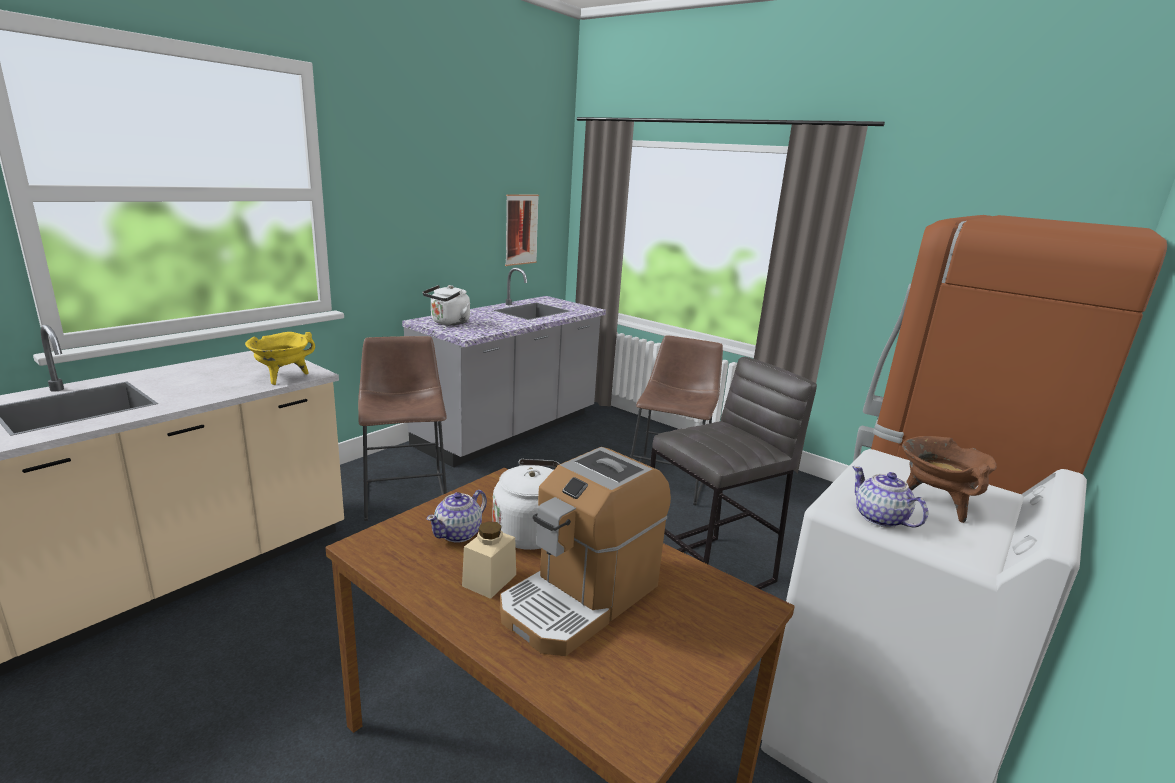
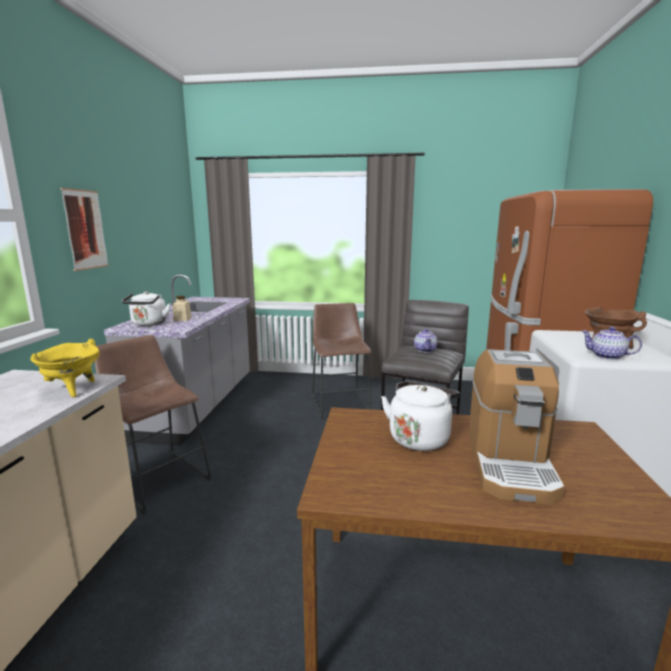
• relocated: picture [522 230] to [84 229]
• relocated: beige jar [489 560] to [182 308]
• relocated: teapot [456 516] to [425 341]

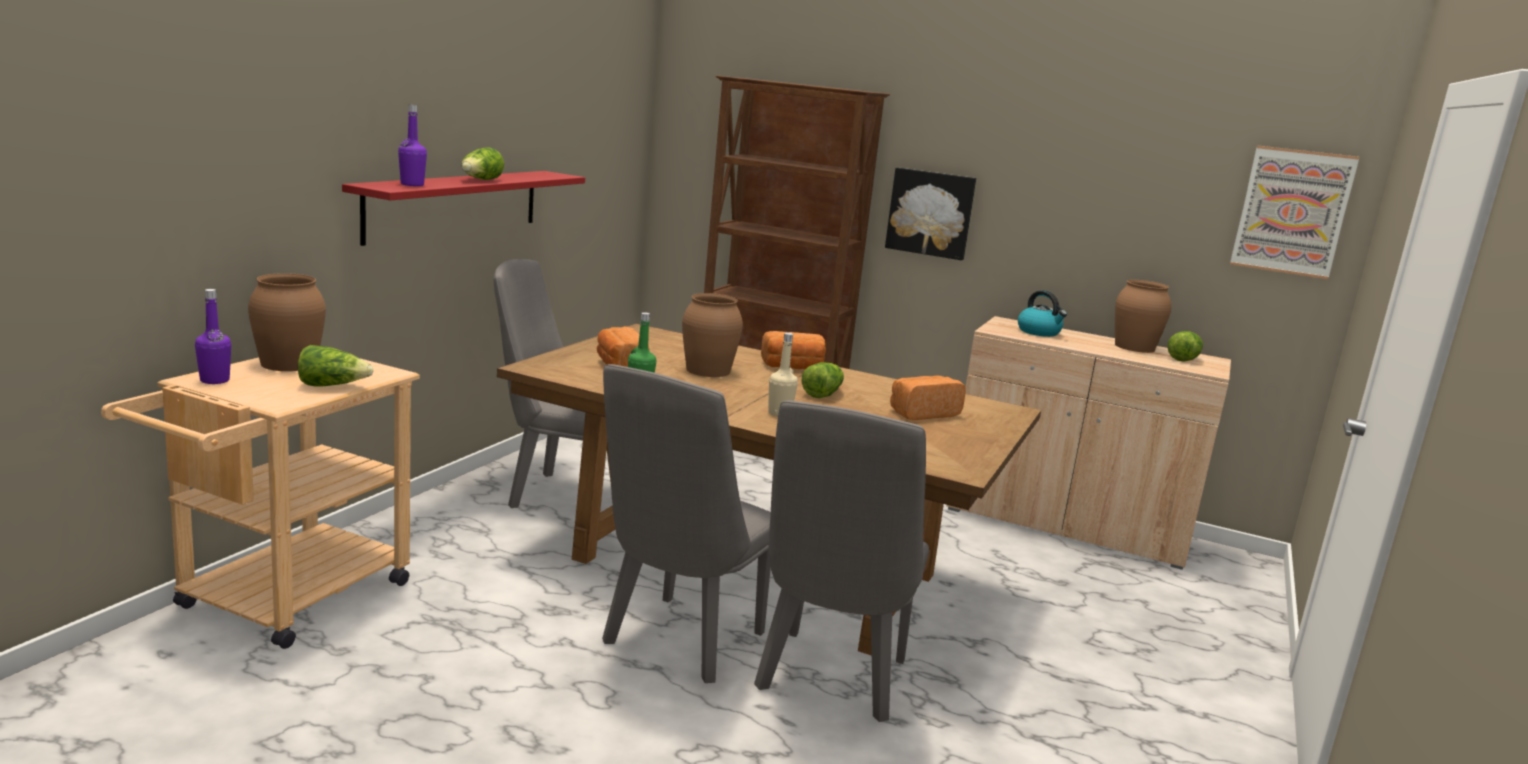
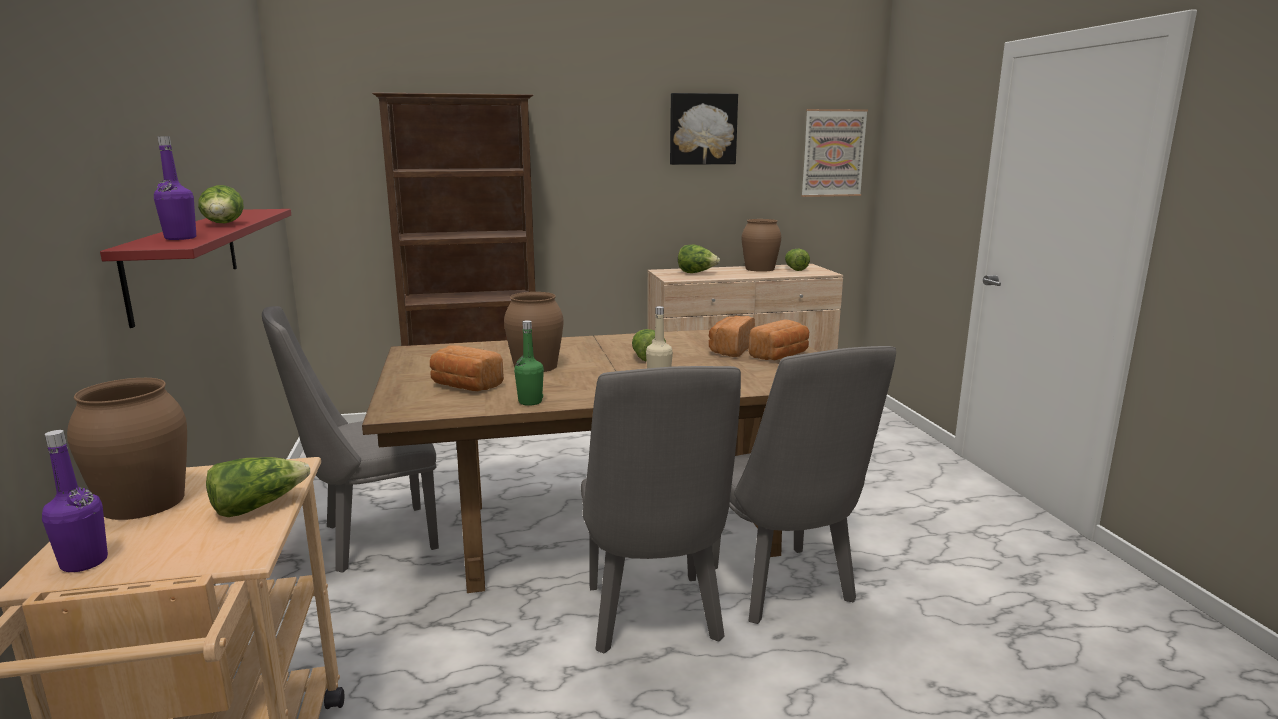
• relocated: picture [930 214] to [704 129]
• exchanged: kettle [1042 313] to lettuce [699 259]
• relocated: bread [793 350] to [779 339]

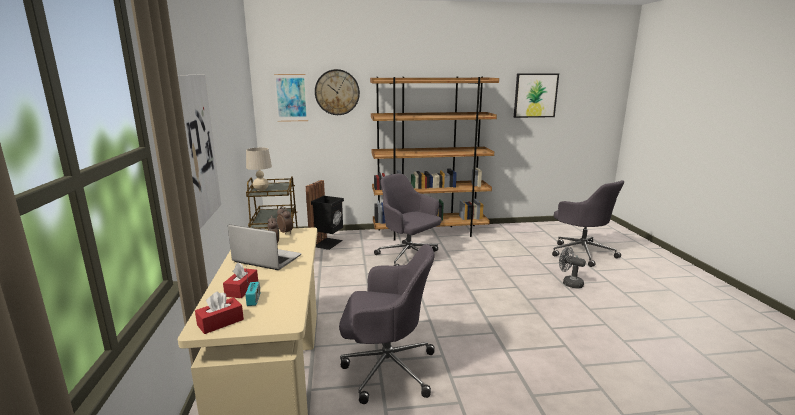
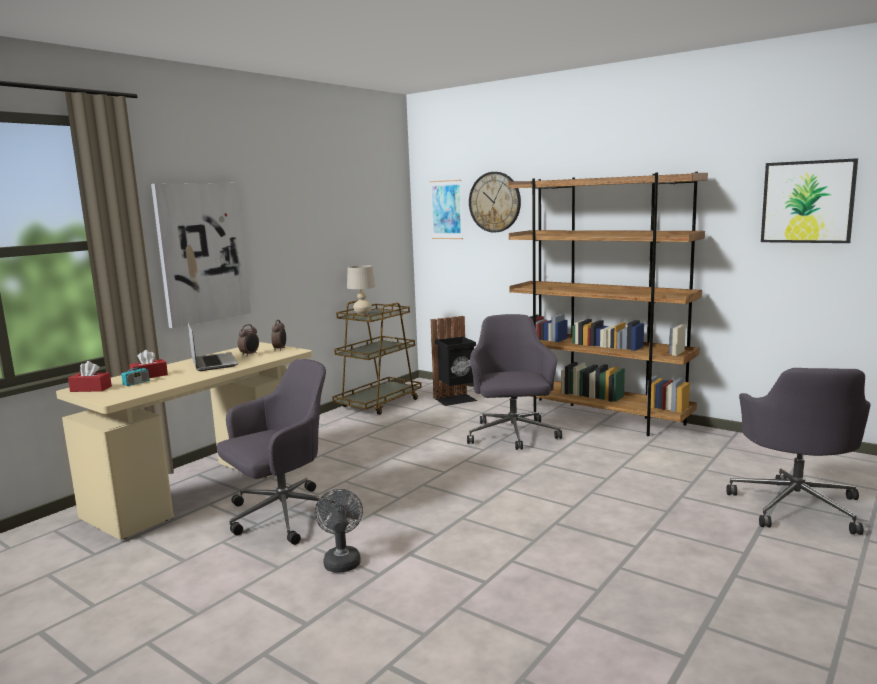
• spun: grey office chair [387 324] = [282 452] 90 degrees counterclockwise
• relocated: grey fan [572 268] to [339 531]

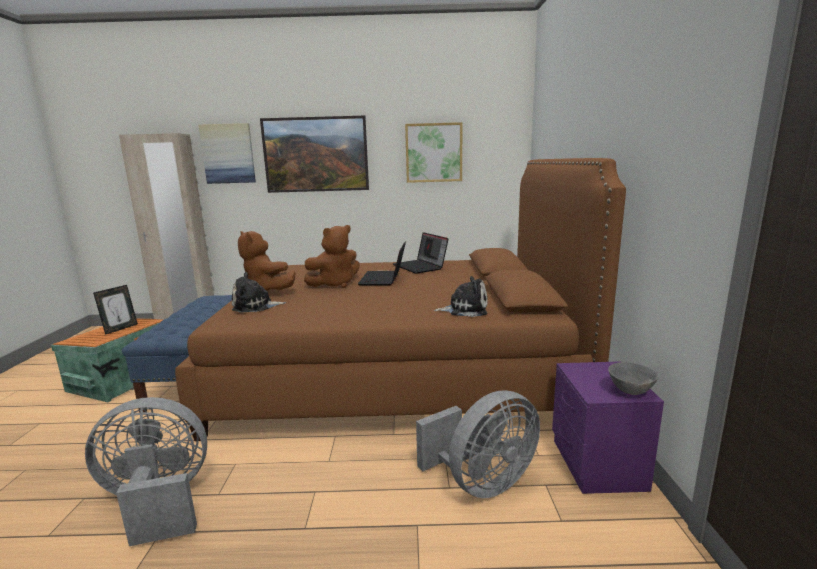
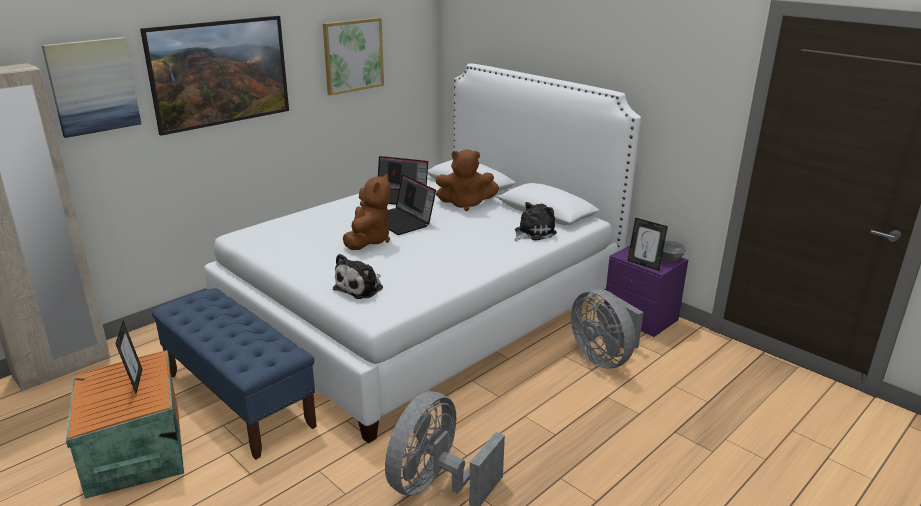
• colour: brown bed [400 299] to white bed [422 253]
• relocated: brown plush toy [266 261] to [467 180]
• spun: grey fan [478 444] = [607 329] 135 degrees clockwise
• appeared: picture frame [647 244]

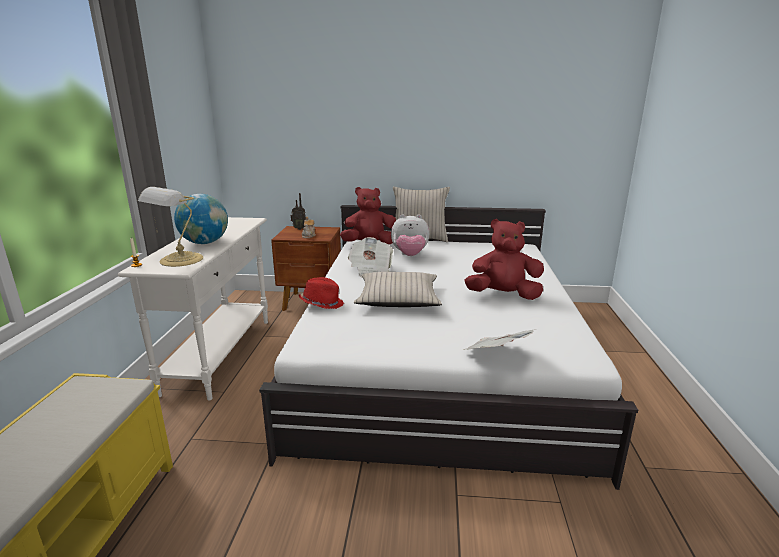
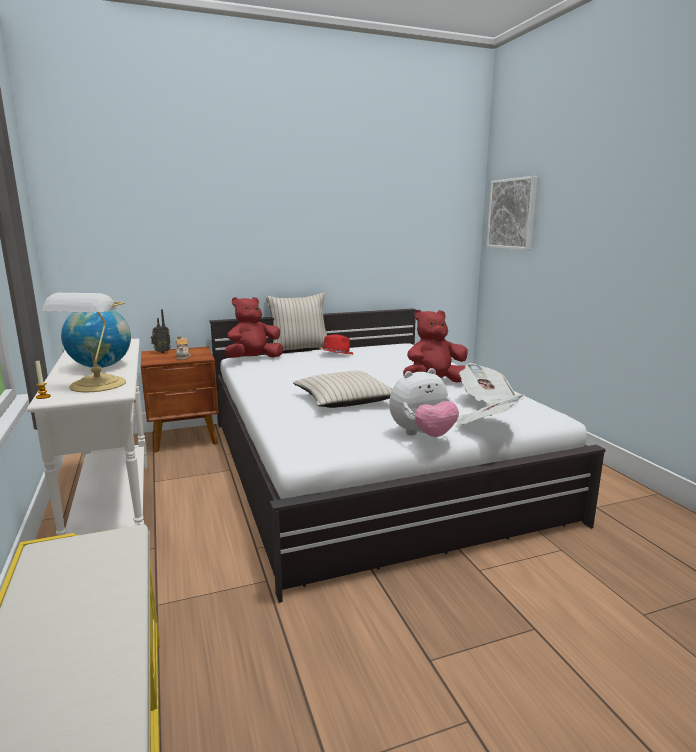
• relocated: red hat [321 293] to [336 344]
• relocated: plush toy [410 235] to [424 402]
• relocated: newspaper [370 257] to [488 388]
• appeared: picture [512 213]

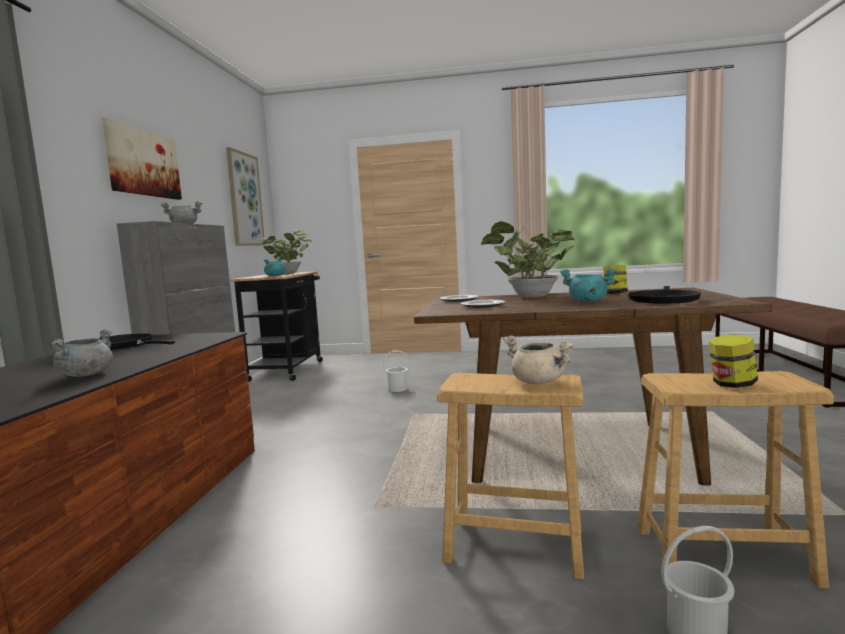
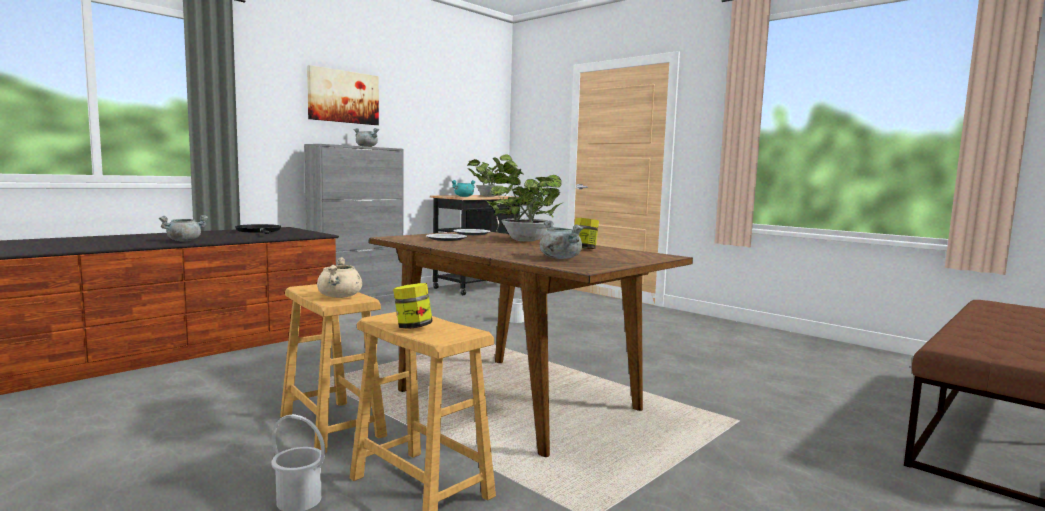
• exchanged: black frying pan [664 295] to grey cooking pot [562 239]
• missing: picture [245 196]
• missing: turquoise cooking pot [588 285]

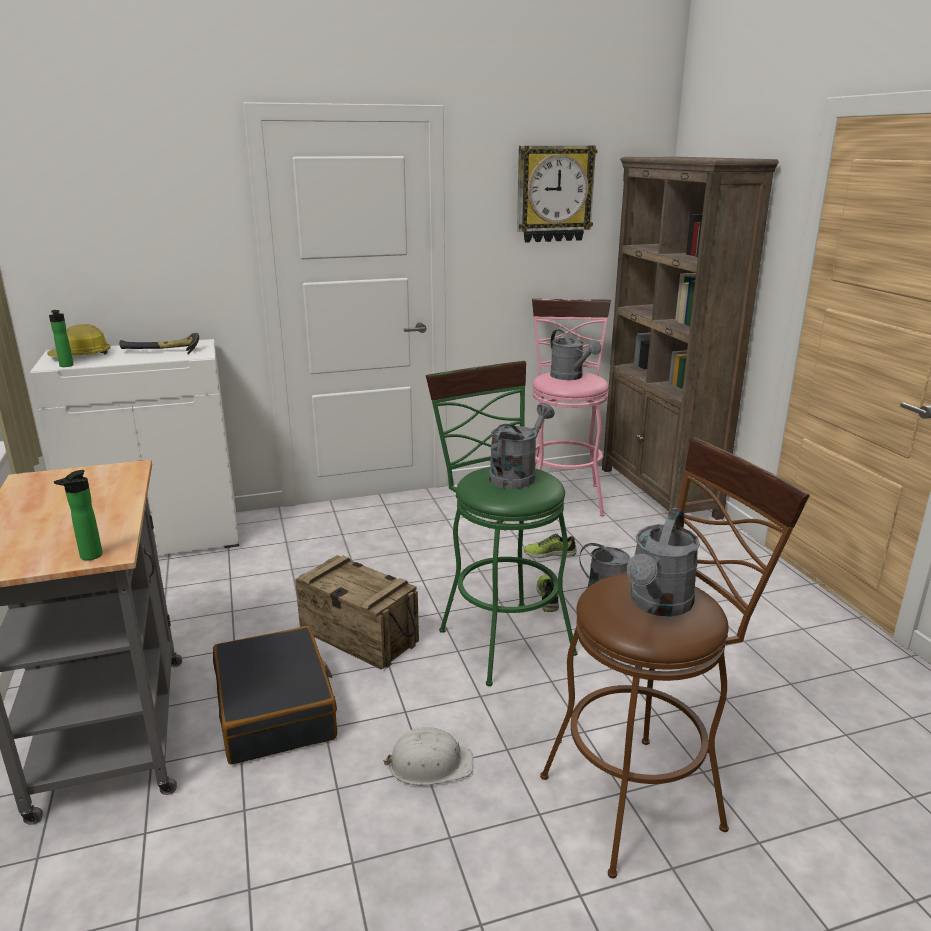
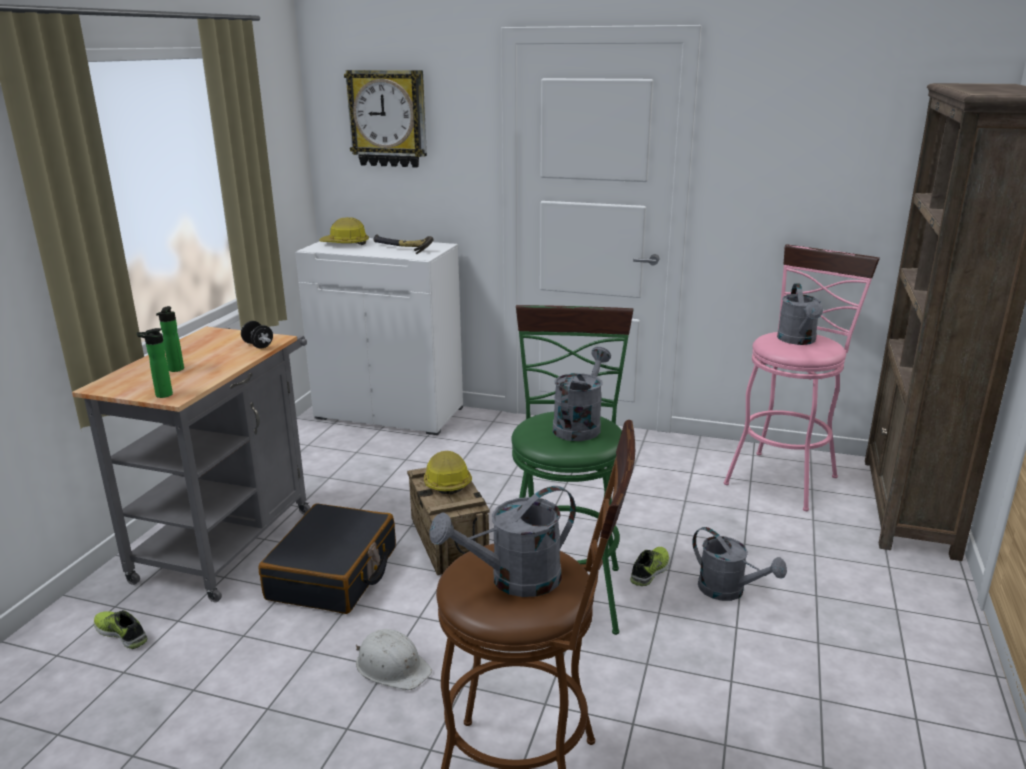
• relocated: shoe [550 546] to [120 629]
• relocated: bottle [61 338] to [170 339]
• appeared: black dumbbell [257 334]
• relocated: wall clock [557 194] to [385 119]
• appeared: hard hat [448 472]
• spun: grey watering can [522 446] = [582 394] 45 degrees counterclockwise

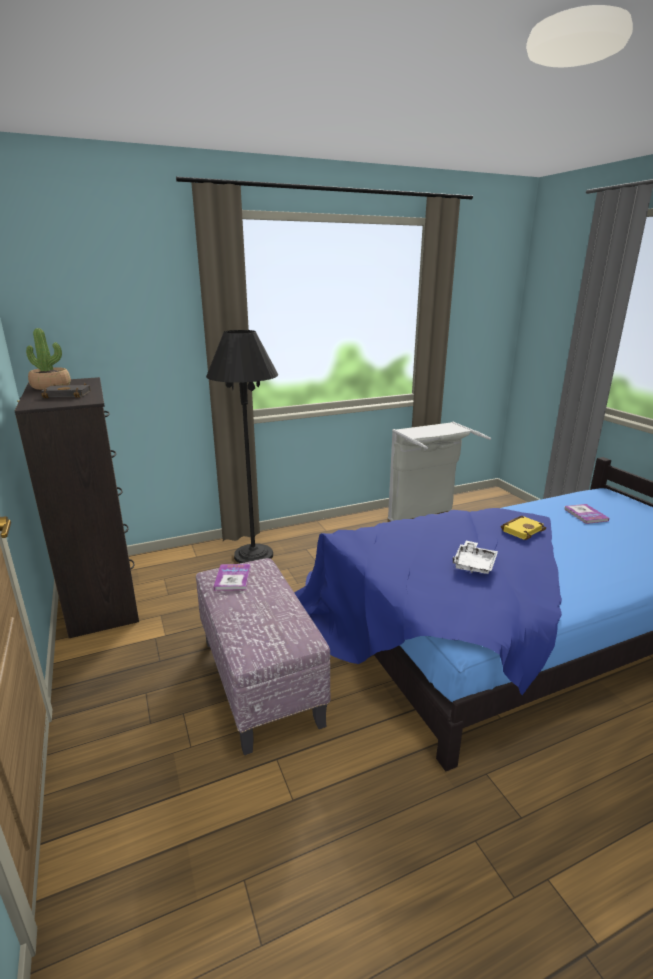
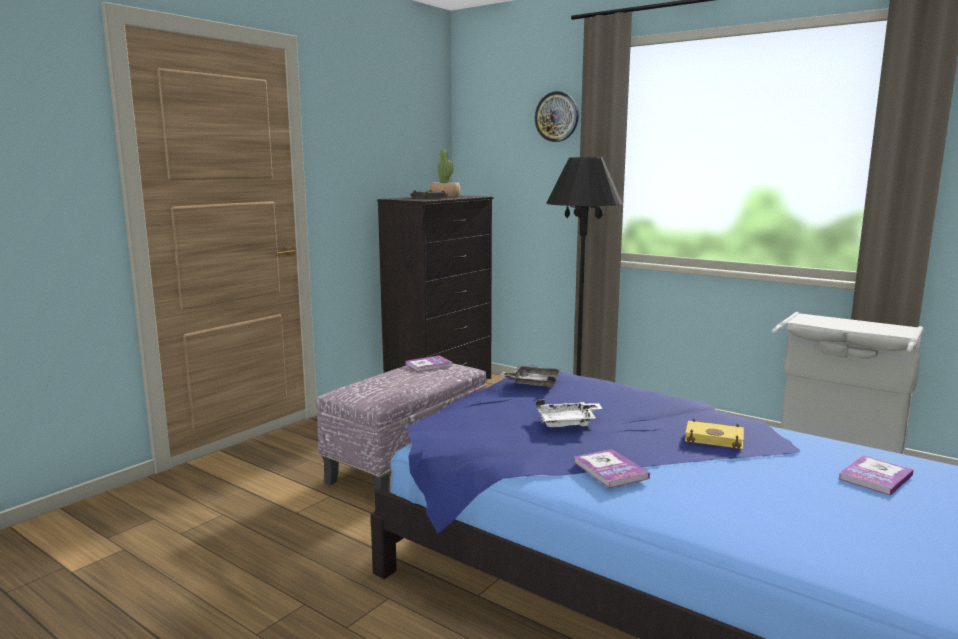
• appeared: grey tray [530 376]
• appeared: wall clock [557 116]
• appeared: book [612 468]

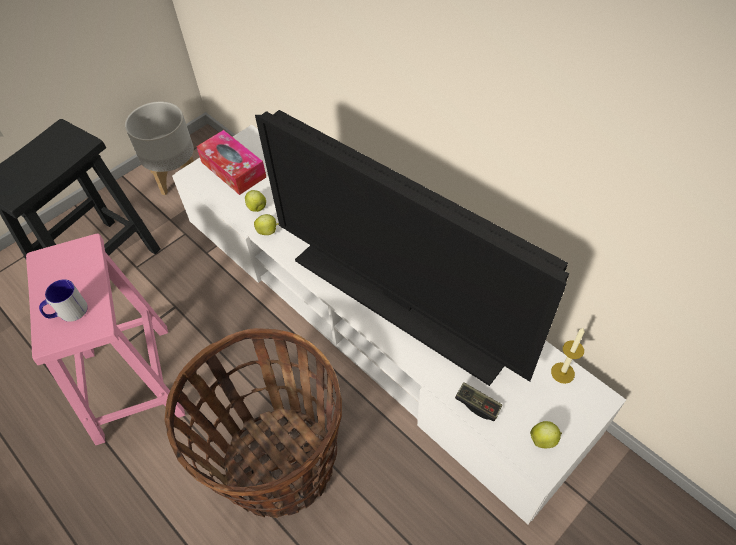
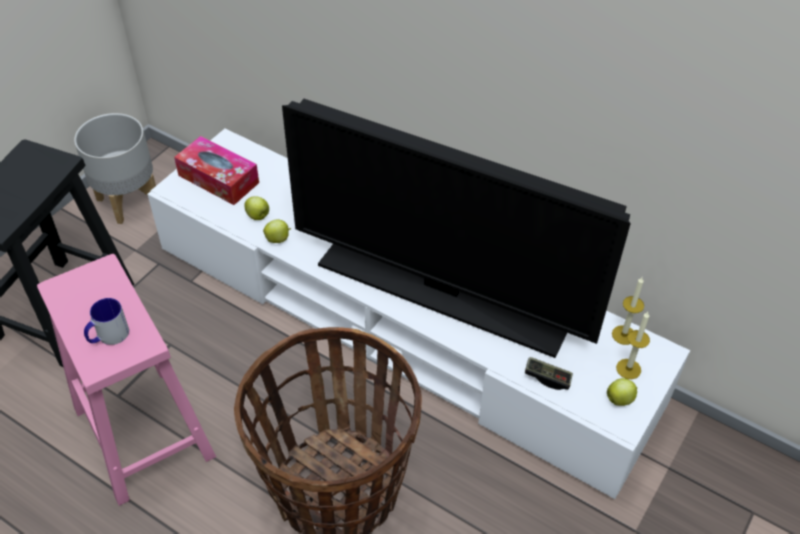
• appeared: candle [633 345]

